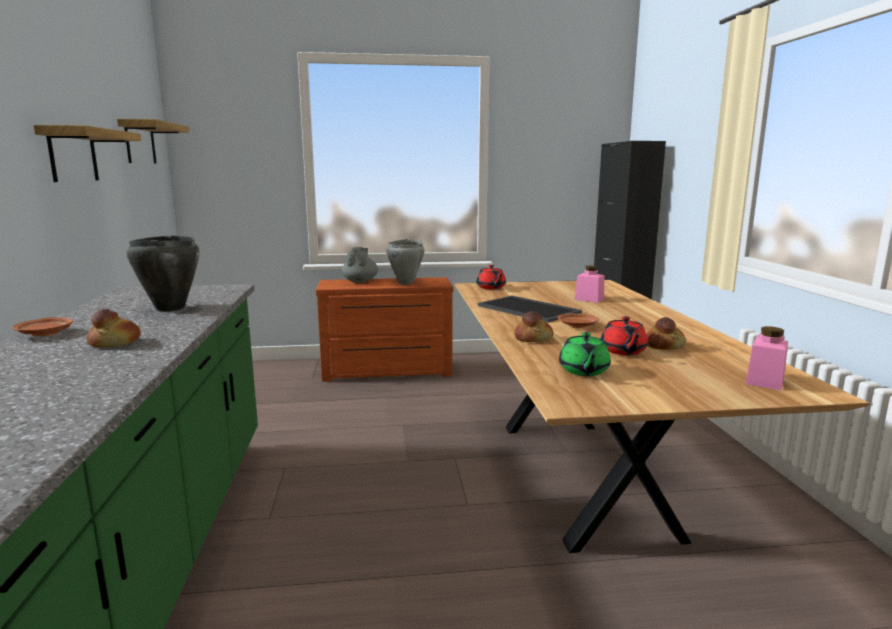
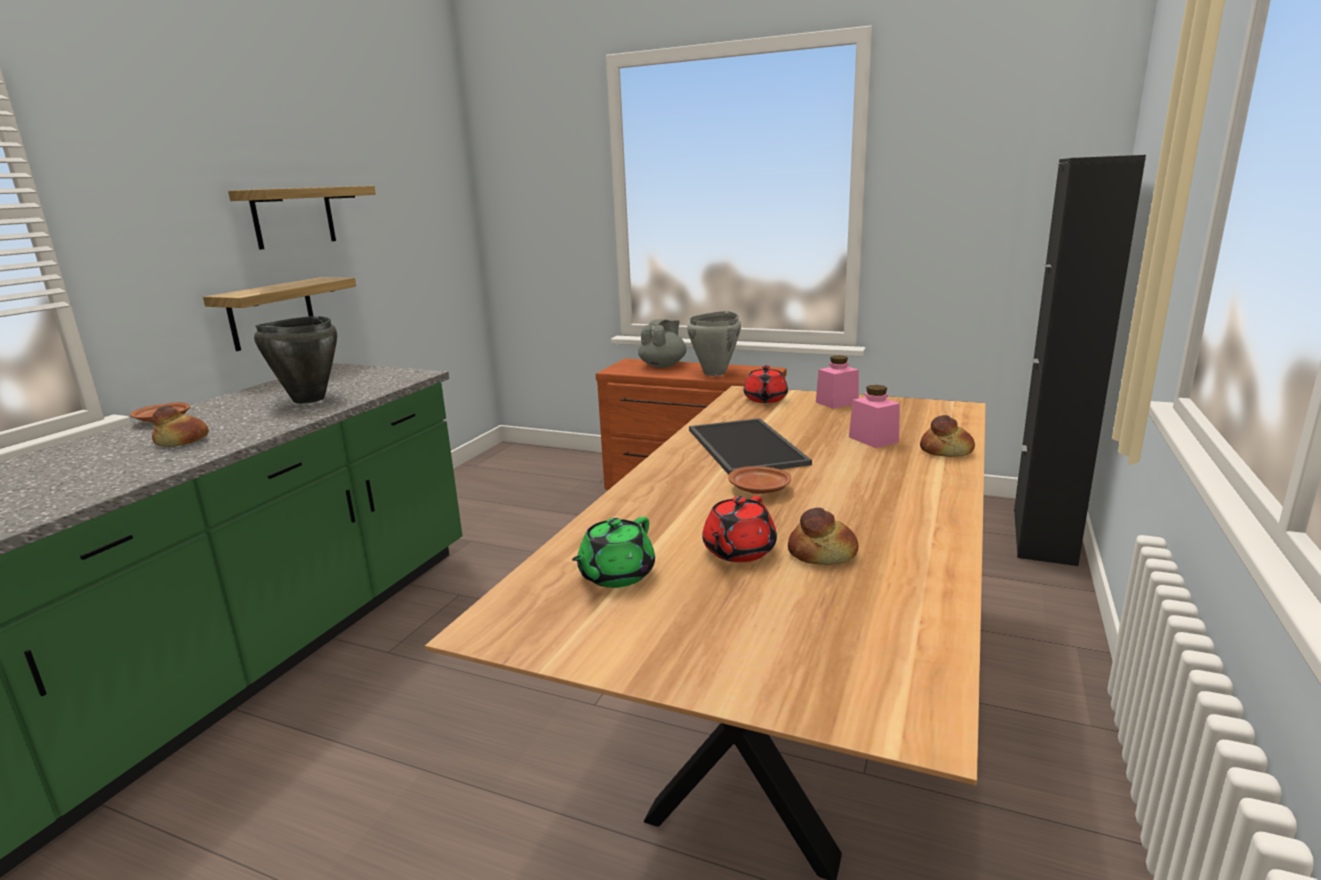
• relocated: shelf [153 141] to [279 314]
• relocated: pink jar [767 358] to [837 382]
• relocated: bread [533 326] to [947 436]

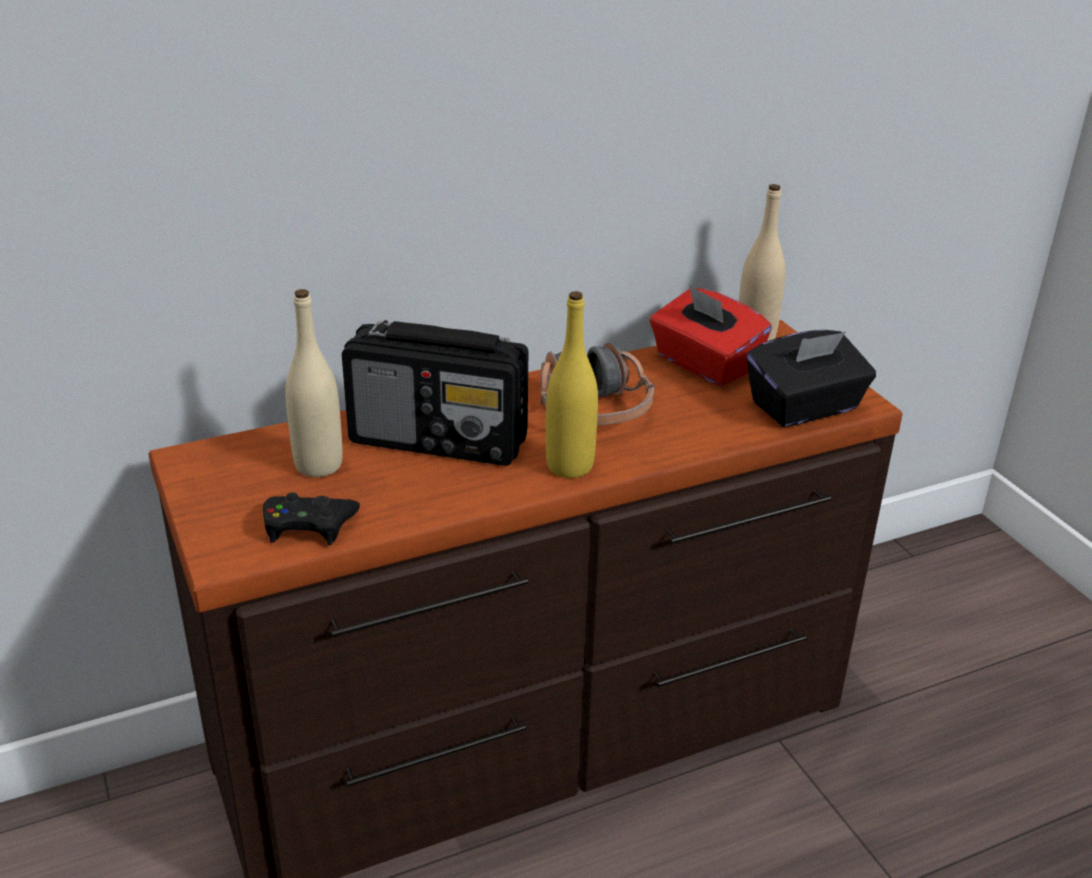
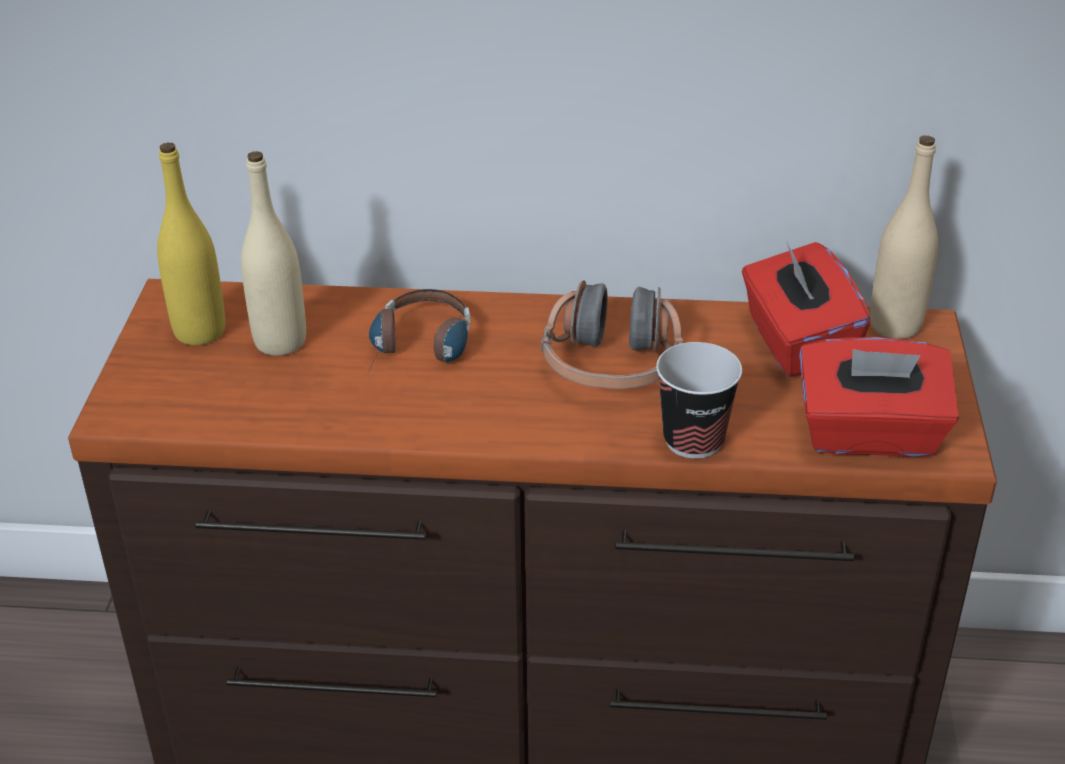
• relocated: yellow bottle [572 384] to [191 243]
• exchanged: radio [435 393] to headphones [419 329]
• appeared: cup [699 400]
• colour: black tissue box [811 378] to red tissue box [879 397]
• missing: black game controller [311 519]

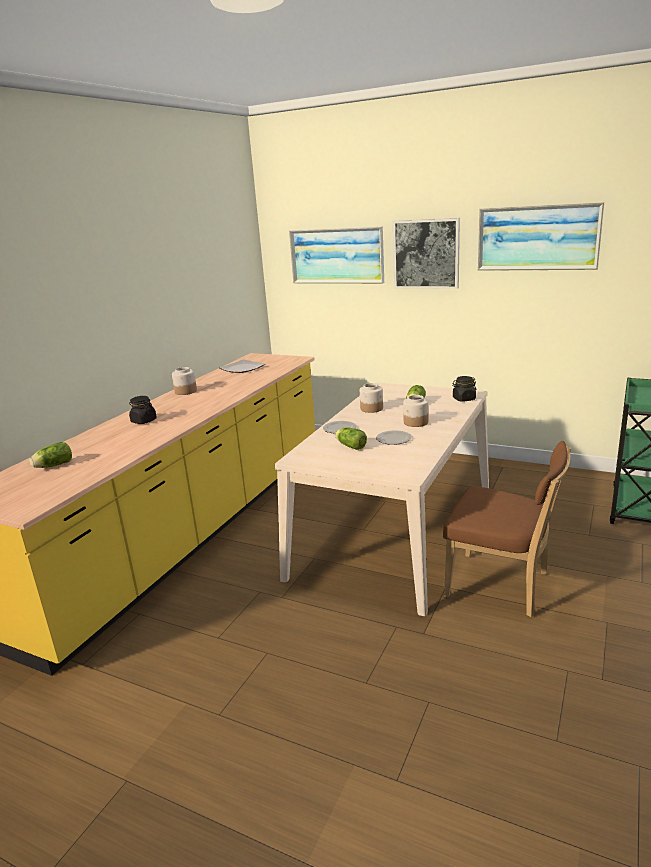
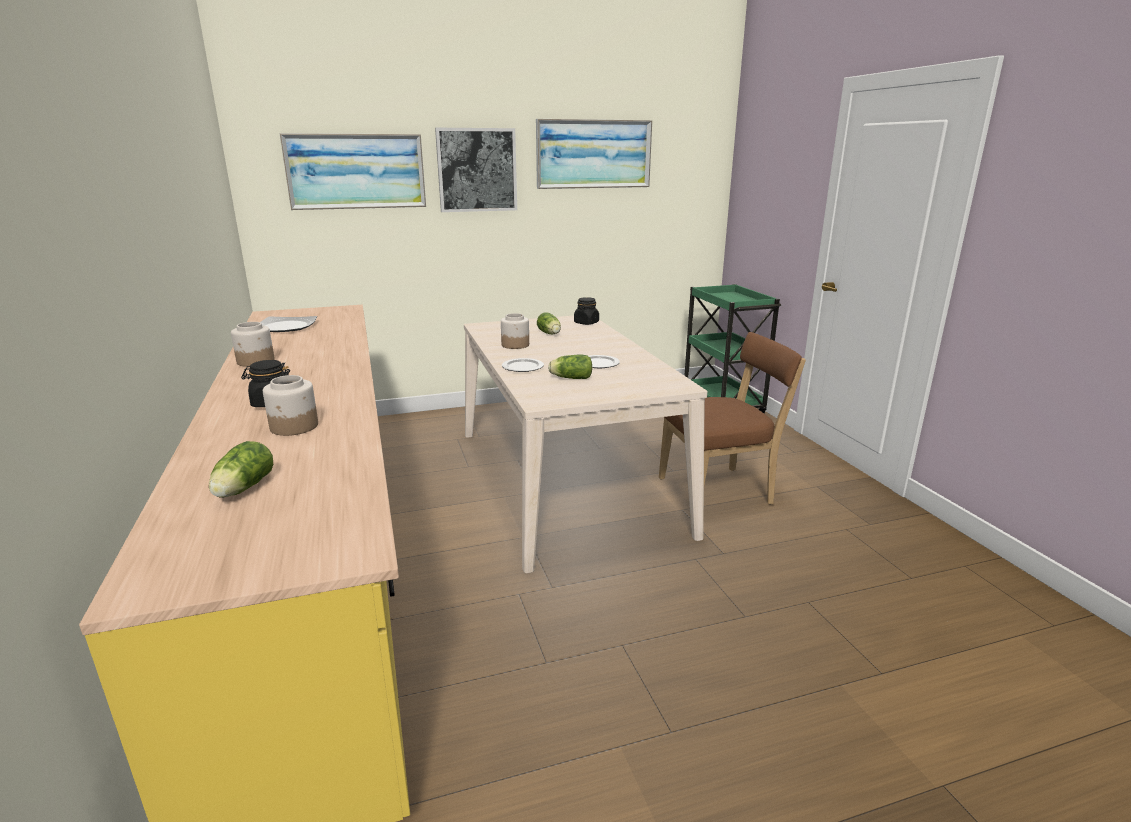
• relocated: jar [415 411] to [290 405]

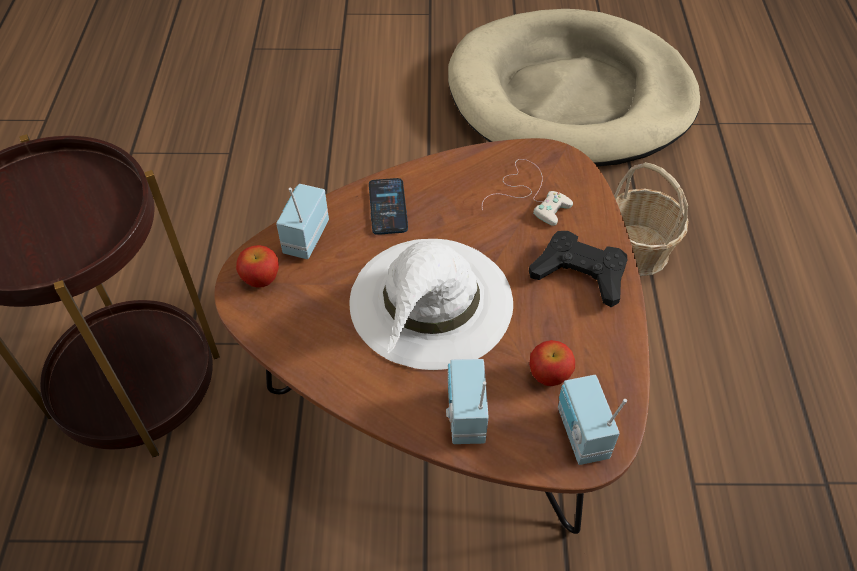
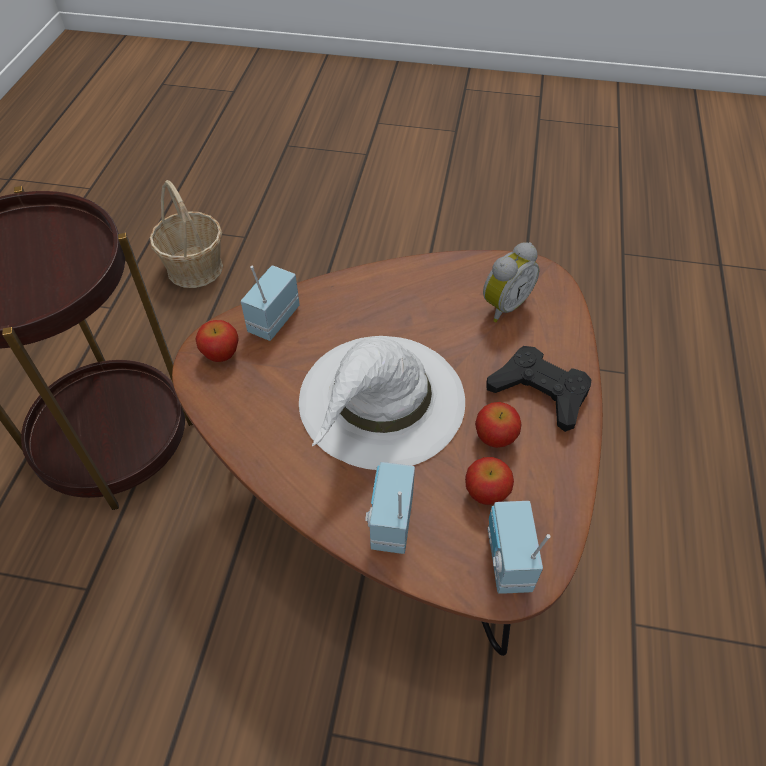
• relocated: basket [651 219] to [186 234]
• appeared: apple [498 425]
• exchanged: white game controller [527 192] to alarm clock [511 282]
• missing: phone [388 206]
• missing: beige dog bed [574 87]

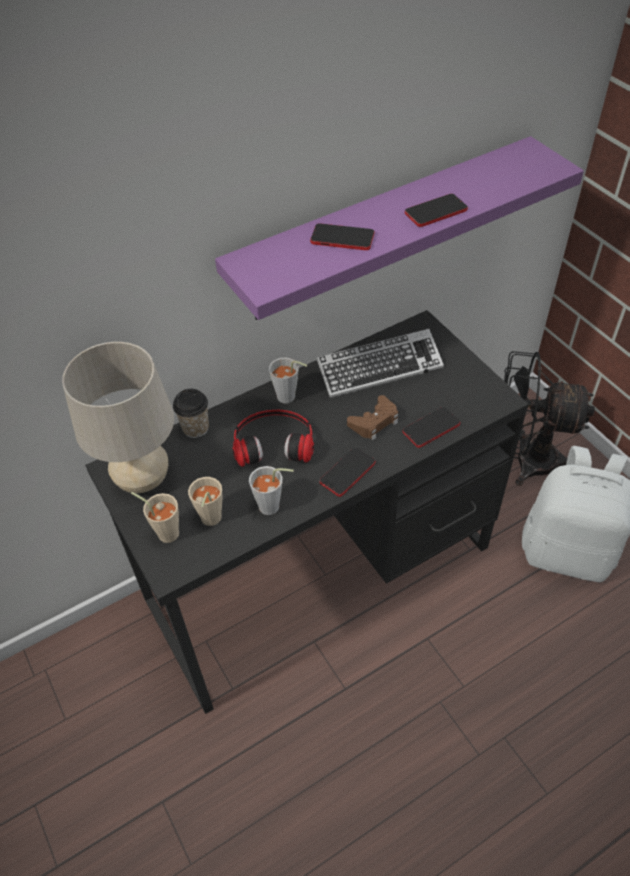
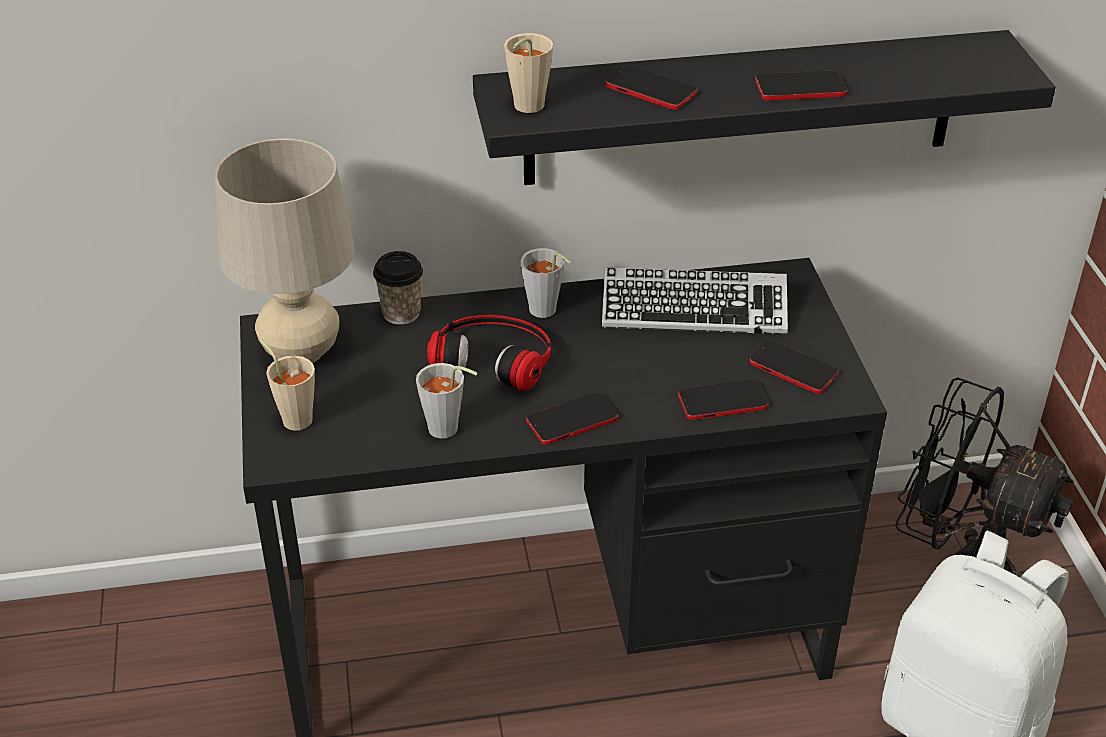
• colour: purple shelf [399 228] to black shelf [764 107]
• relocated: beige cup [205 501] to [528 73]
• appeared: phone [794 367]
• missing: brown game controller [372 417]

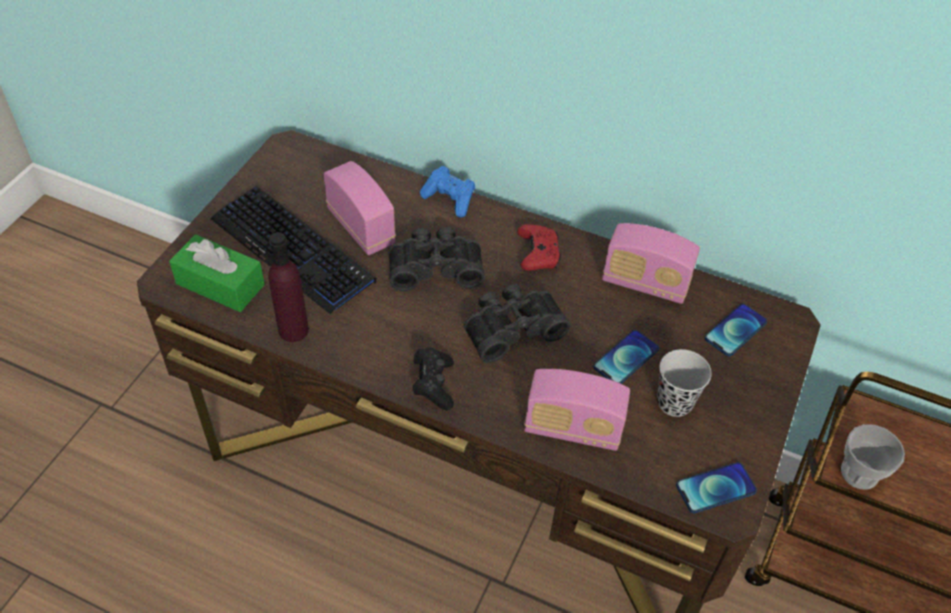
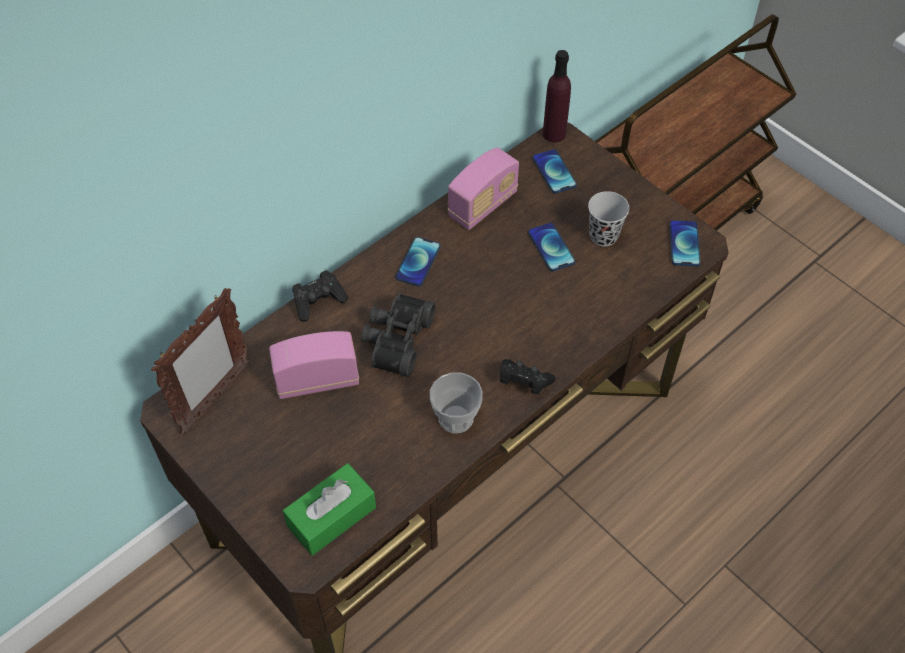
• appeared: picture frame [200 361]
• colour: blue game controller [447 192] to black game controller [320 296]
• exchanged: red game controller [539 247] to phone [417 261]
• relocated: cup [873 457] to [456 402]
• relocated: purple bottle [289 287] to [557 96]
• missing: keyboard [294 250]
• missing: black binoculars [517 323]
• missing: radio [577 410]

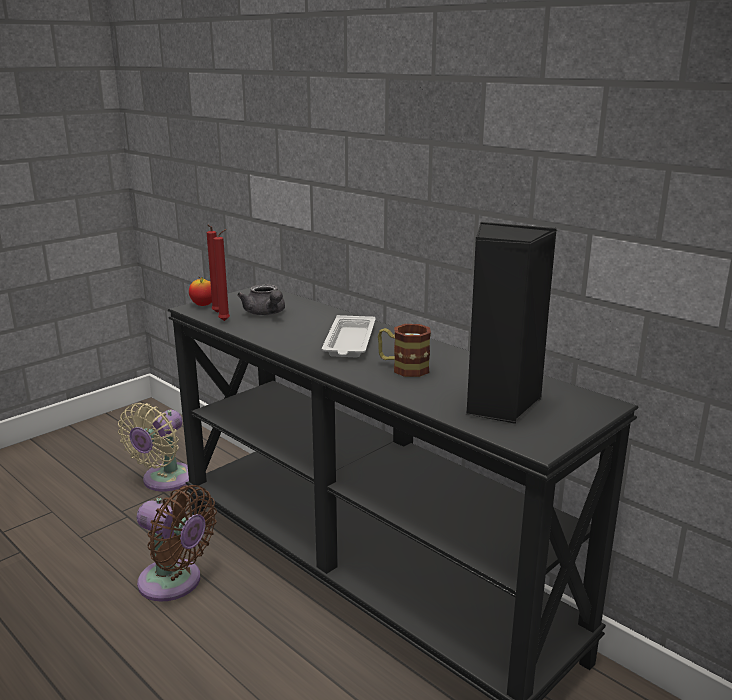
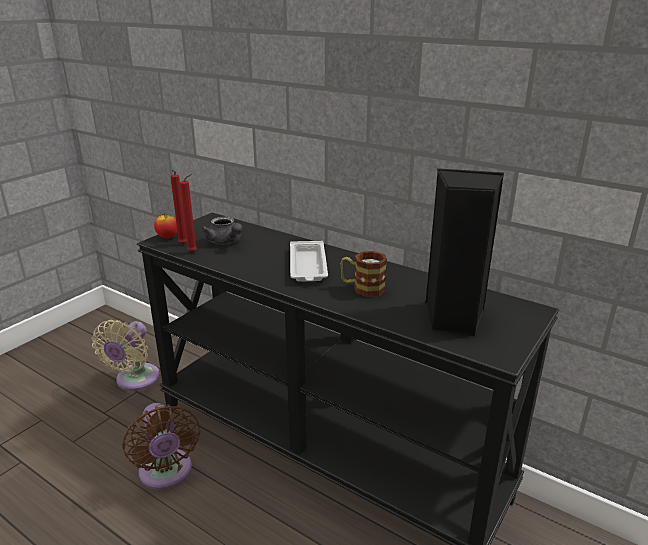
• spun: brown fan [177 543] = [161 446] 45 degrees clockwise

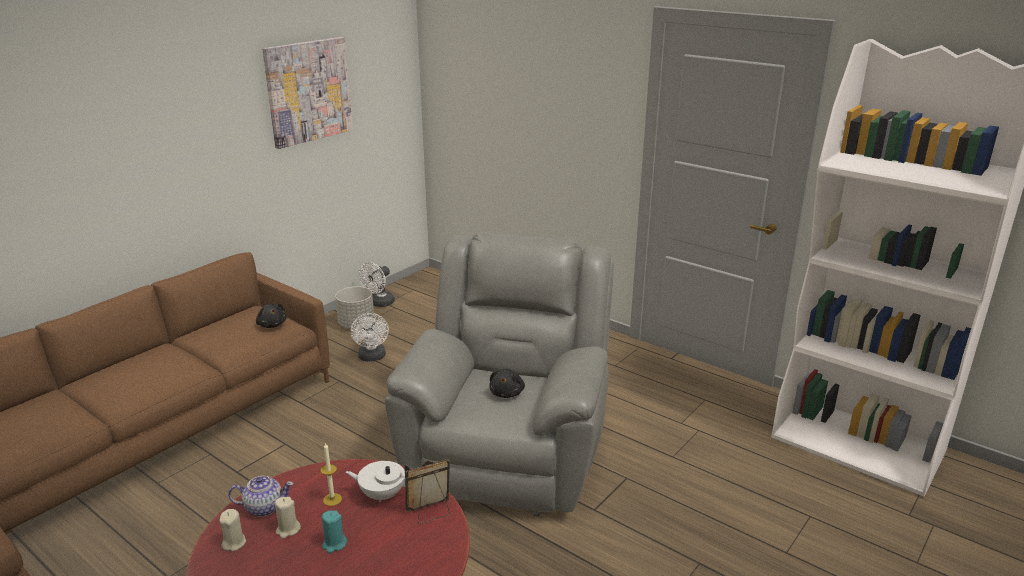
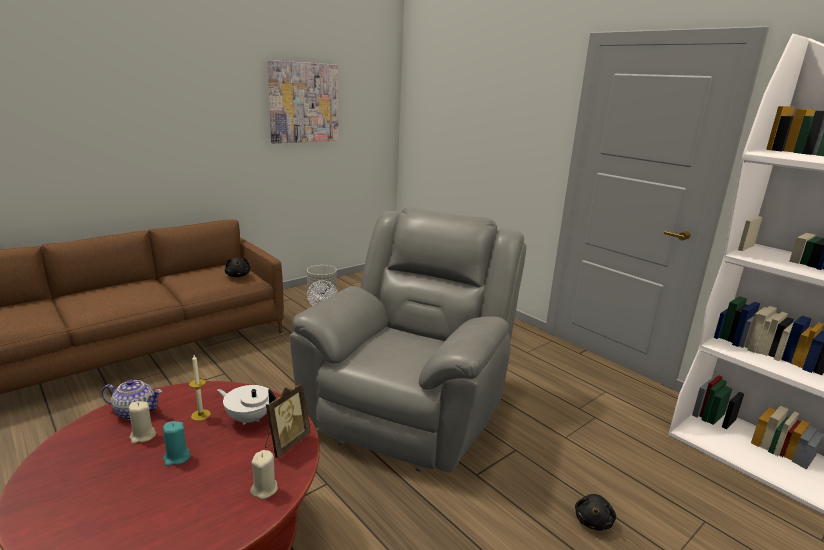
• relocated: beige candle [232 530] to [264 474]
• spun: picture frame [427 491] = [288 420] 135 degrees clockwise
• relocated: black plush toy [507 383] to [595 512]
• missing: white fan [377 284]

